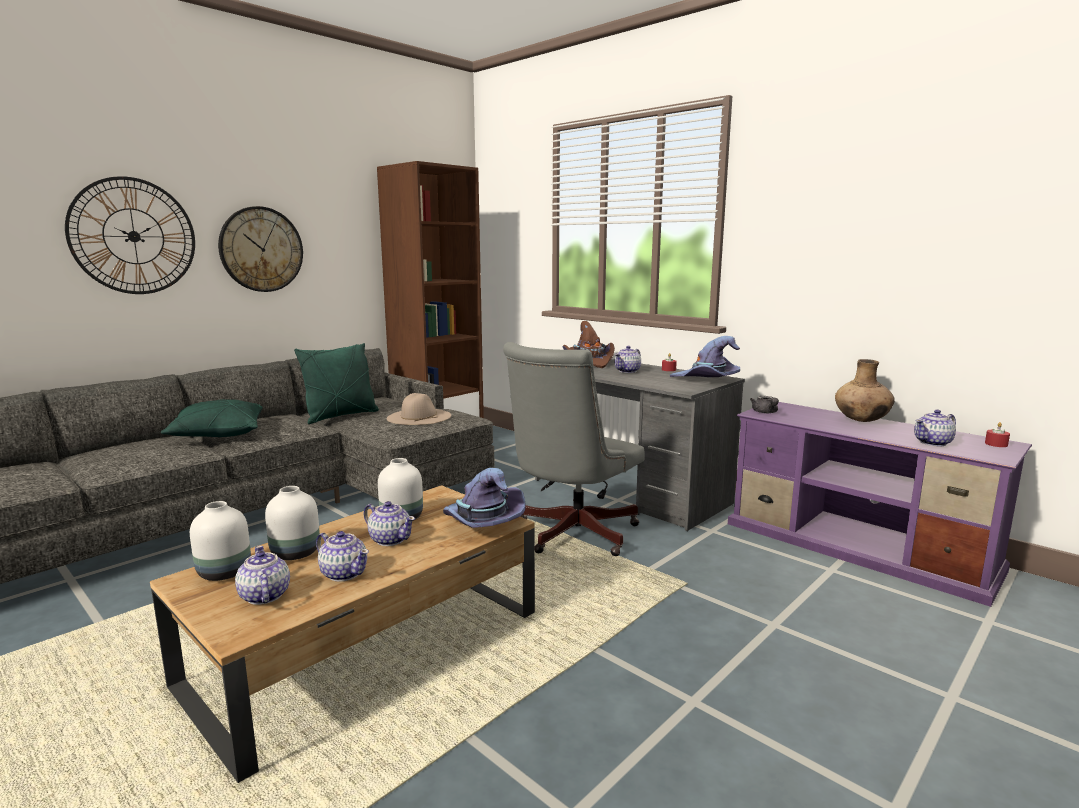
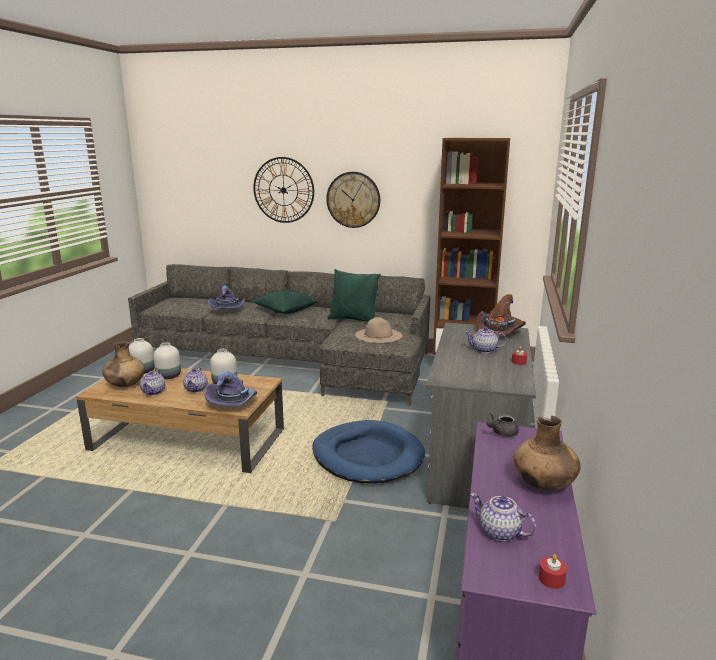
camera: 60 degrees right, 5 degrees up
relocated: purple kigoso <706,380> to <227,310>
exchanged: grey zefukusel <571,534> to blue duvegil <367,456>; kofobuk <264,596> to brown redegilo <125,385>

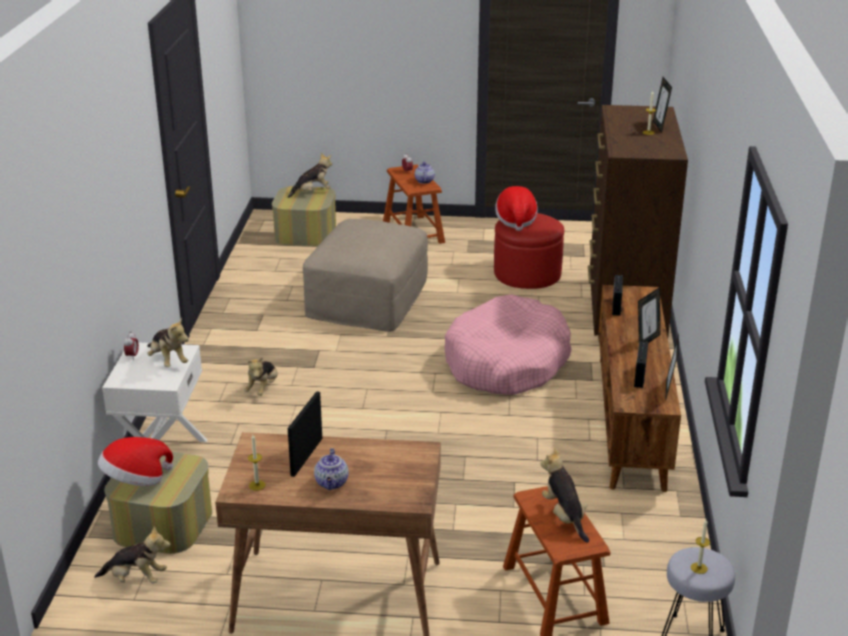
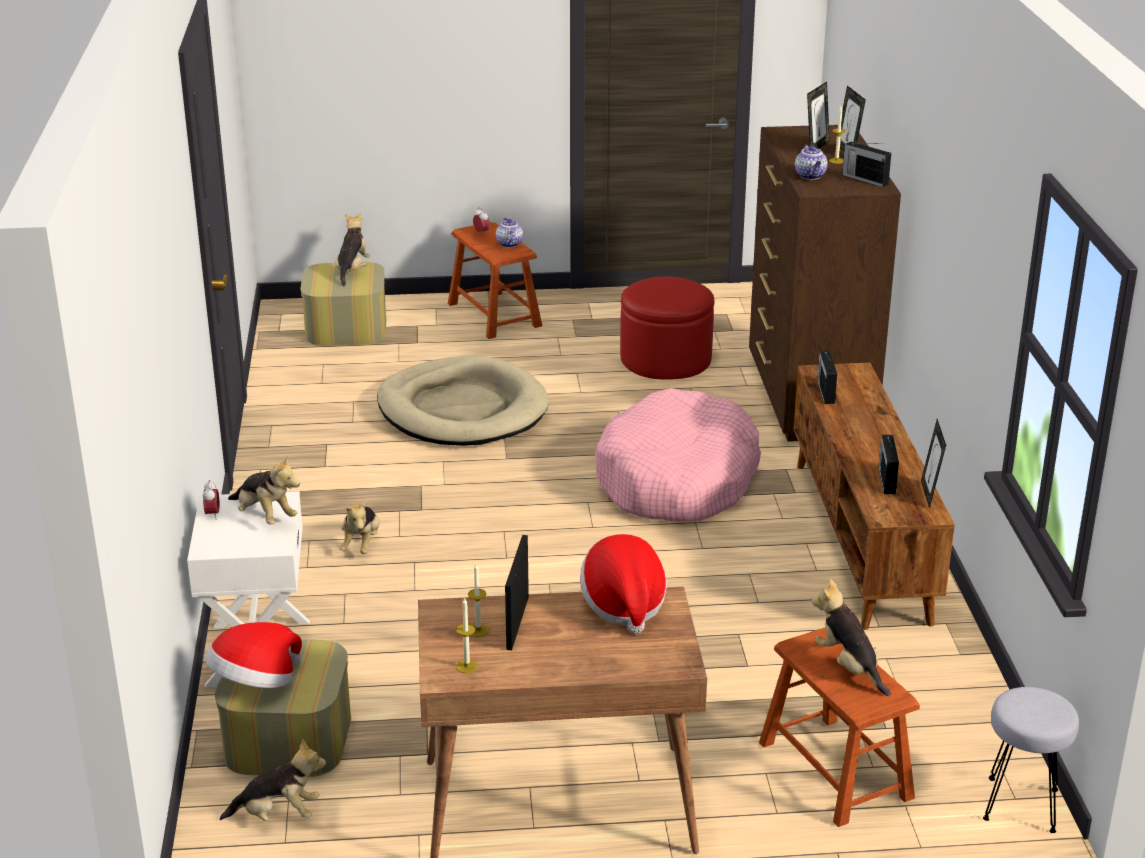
camera: 10 degrees left, 0 degrees up
appeared: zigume <864,179>
relocated: kigoso <516,220> to <623,604>; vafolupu <647,341> to <816,147>; kofobuk <332,483> to <811,176>; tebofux <699,568> to <478,630>
exchanged: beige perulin <367,298> to beige duvegil <462,409>
spun: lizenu <312,193> = <352,271> 45 degrees counterclockwise

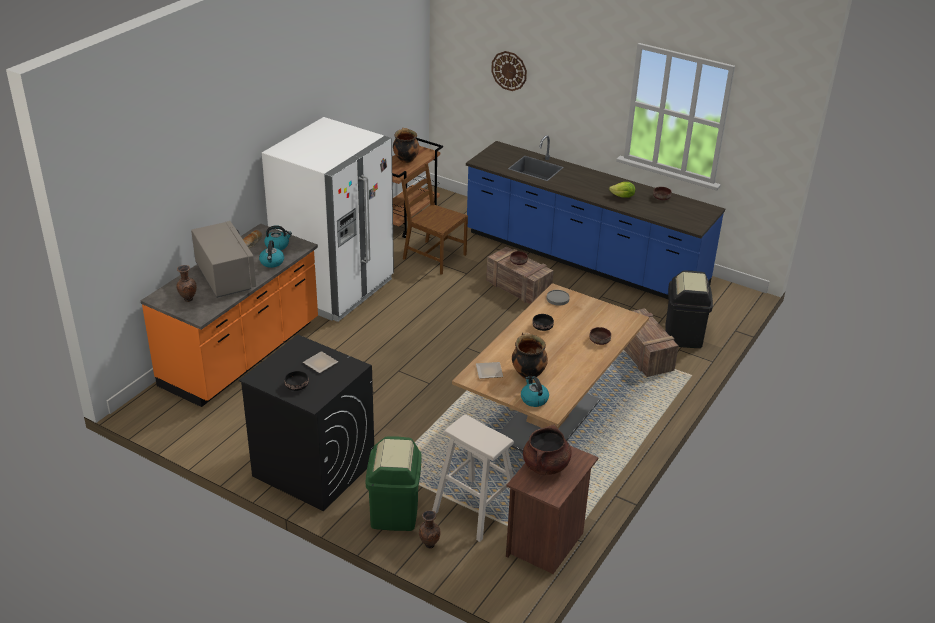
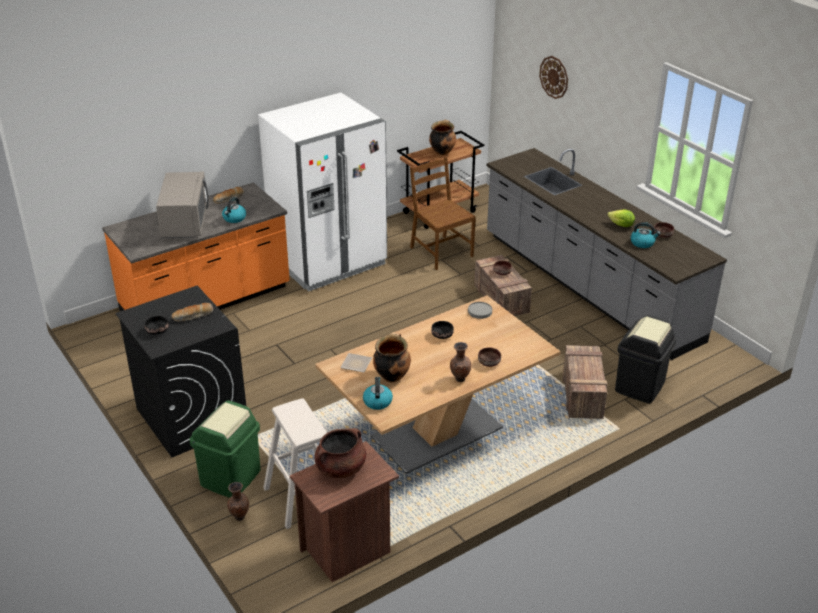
camera: 25 degrees right, 0 degrees up
relocated: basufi <277,245> to <642,243>; brown redegilo <188,299> to <459,378>
exchanged: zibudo <320,364> to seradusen <193,316>
colour: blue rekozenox <584,260> to grey rekozenox <588,287>

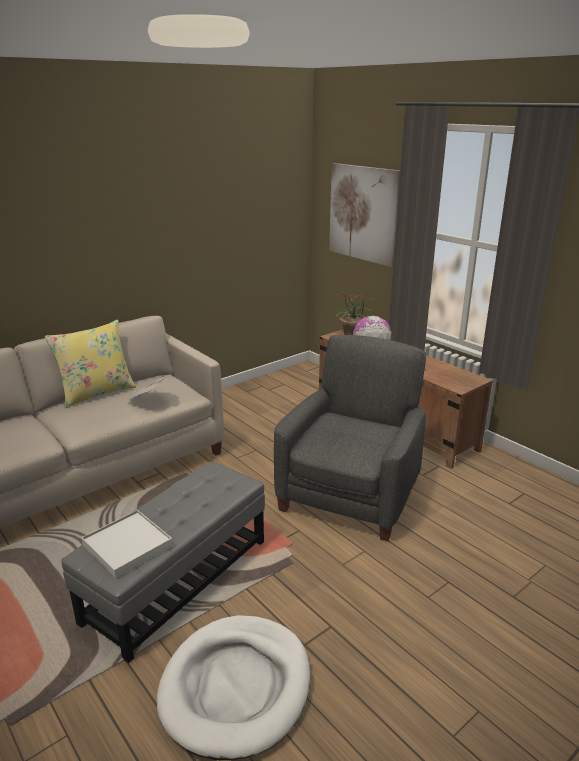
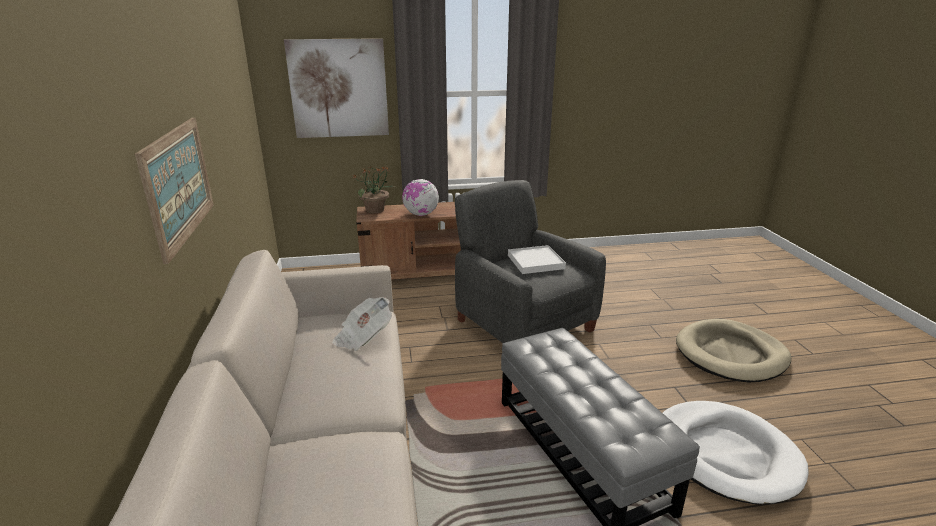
camera: 60 degrees left, 0 degrees up
missing: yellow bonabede <96,393>
appeared: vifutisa <178,184>; beige duvegil <731,354>
relocated: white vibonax <127,545> to <535,262>

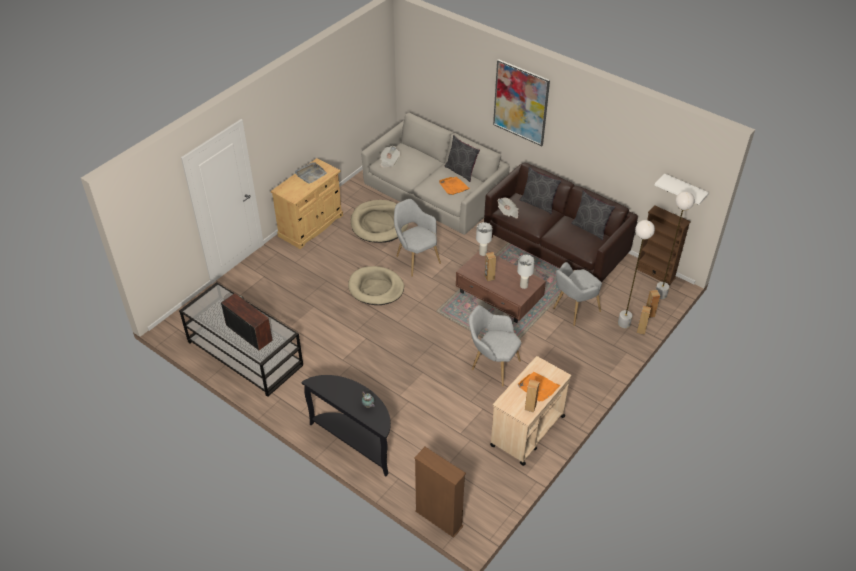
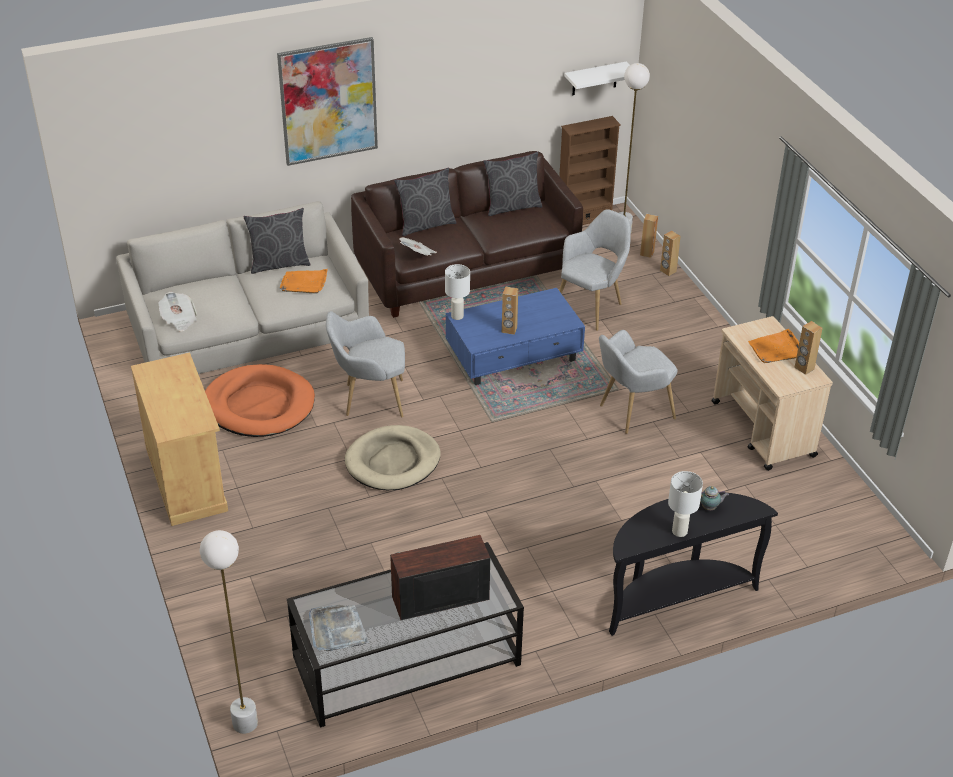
camera: 60 degrees left, 5 degrees down
missing: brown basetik <439,519>
relocated: grey vibonax <310,174> to <337,630>; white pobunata <624,323> to <245,723>; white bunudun <524,285> to <679,531>
colour: beige duvegil <379,224> to orange duvegil <259,405>; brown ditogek <499,297> to blue ditogek <515,354>
spun: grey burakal <573,310> = <592,306> 135 degrees counterclockwise

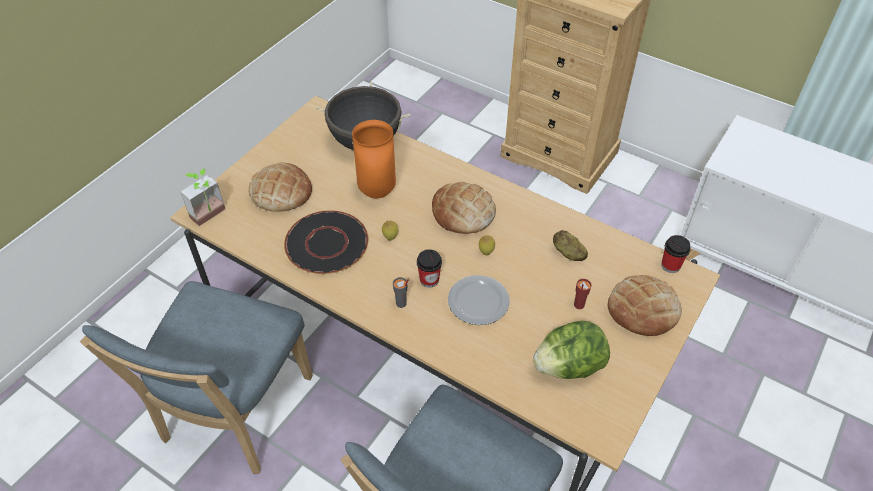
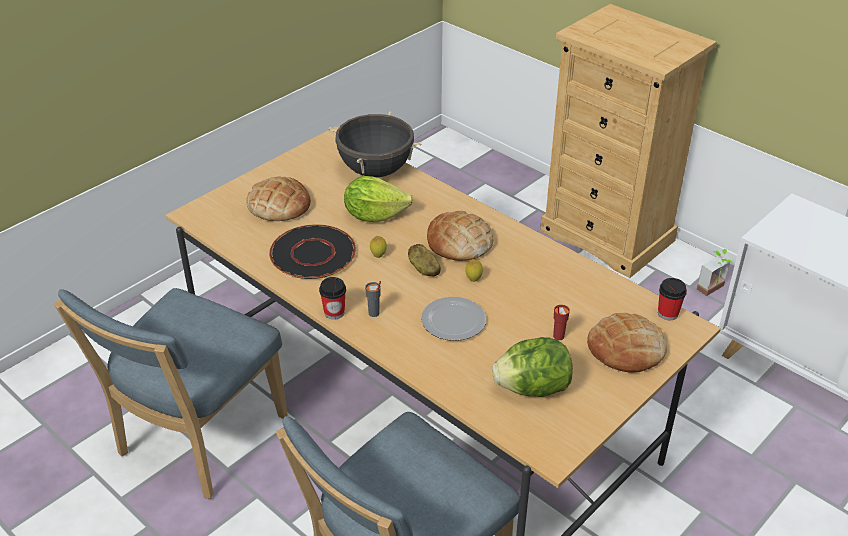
camera: 10 degrees right, 10 degrees down
relocated: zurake <211,217> to <714,290>; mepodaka <568,253> to <423,269>; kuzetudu <429,280> to <334,312>
exchanged: orange redegilo <376,192> to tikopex <374,215>

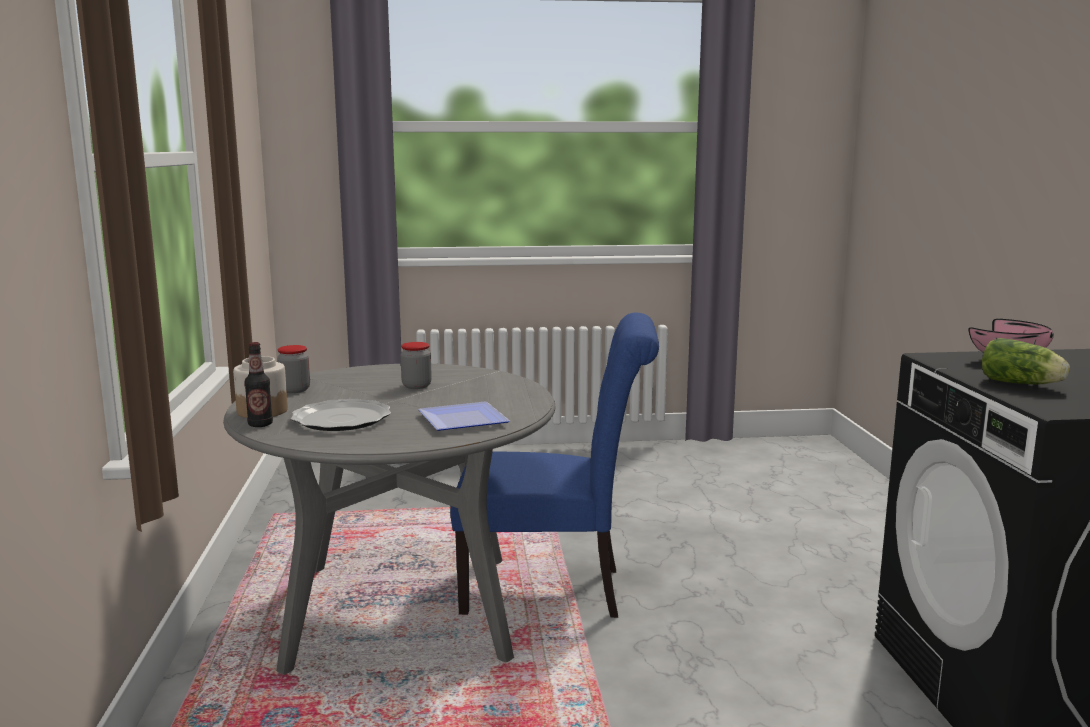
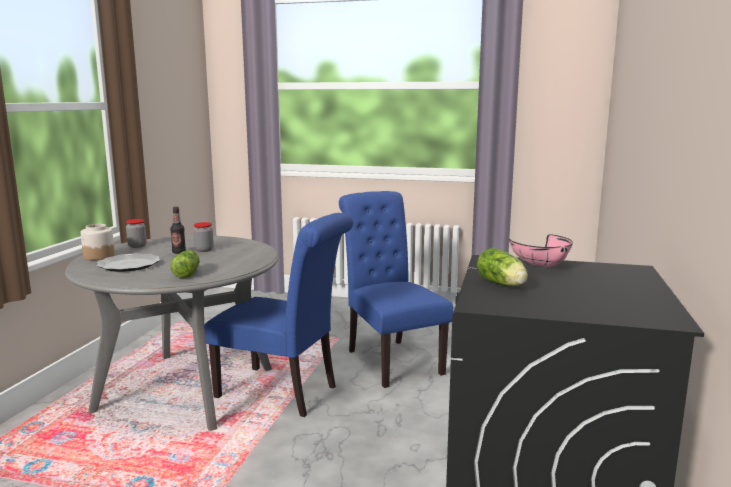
camera: 20 degrees right, 0 degrees up
appeared: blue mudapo <390,359>
relocated: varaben <260,424> to <179,252>
exchanged: zibudo <461,421> to tikopex <187,273>

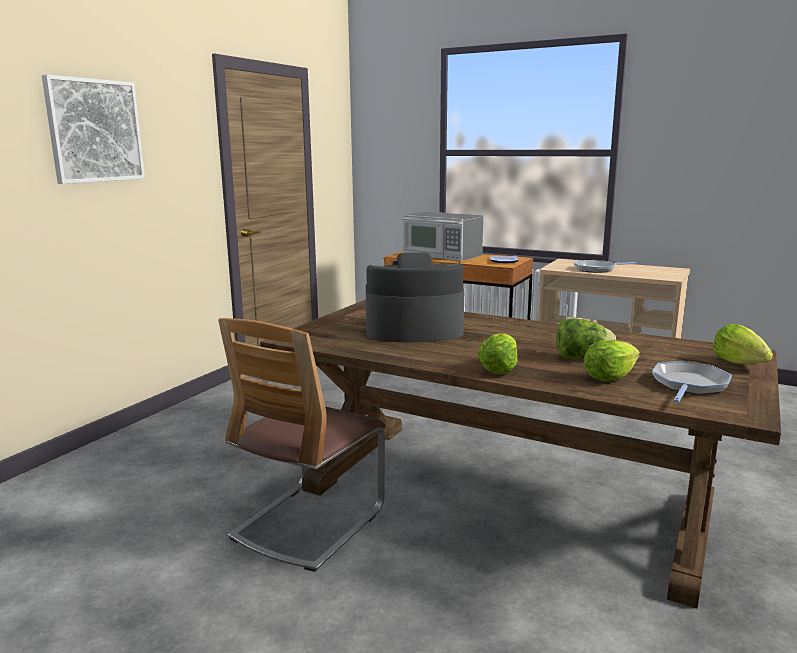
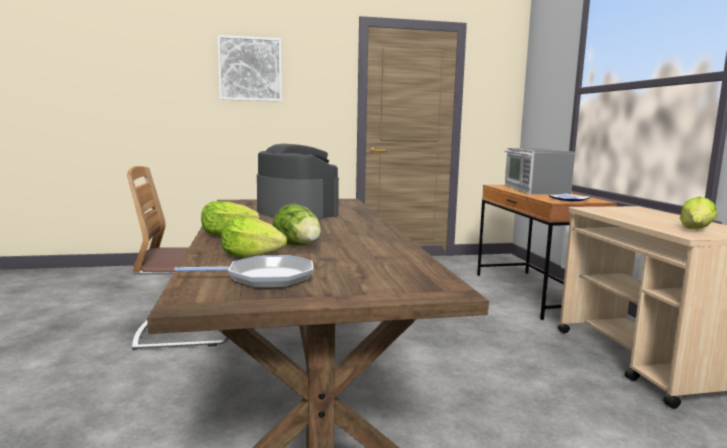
camera: 50 degrees right, 5 degrees down
missing: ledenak <597,269>
relocated: tikopex <739,363> to <696,230>

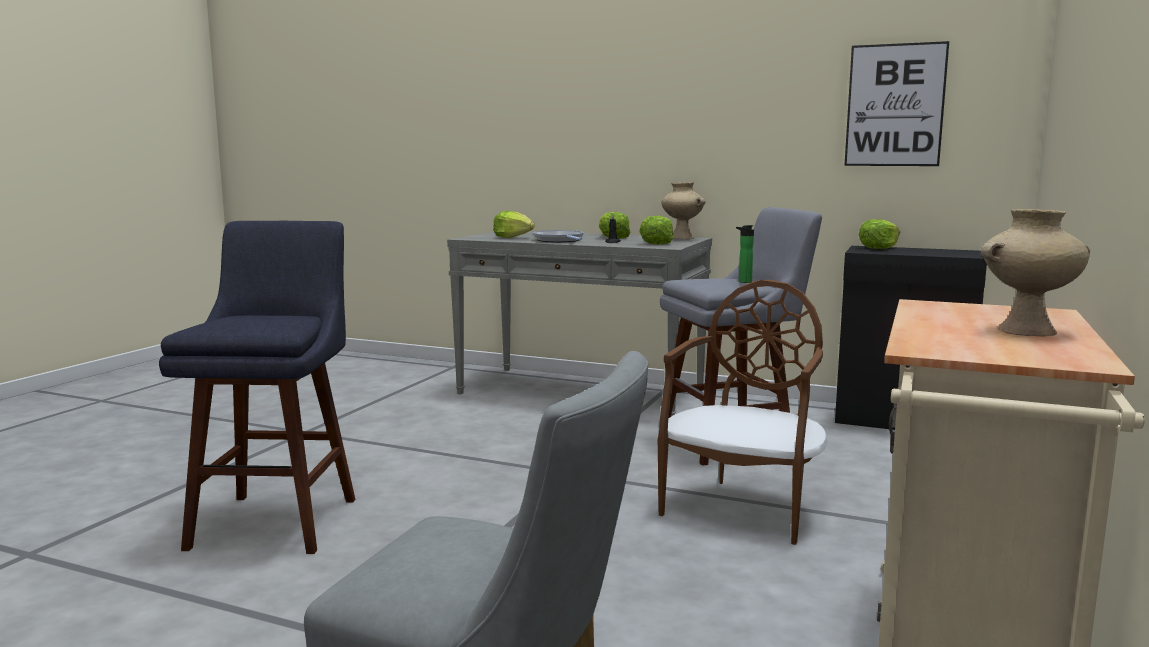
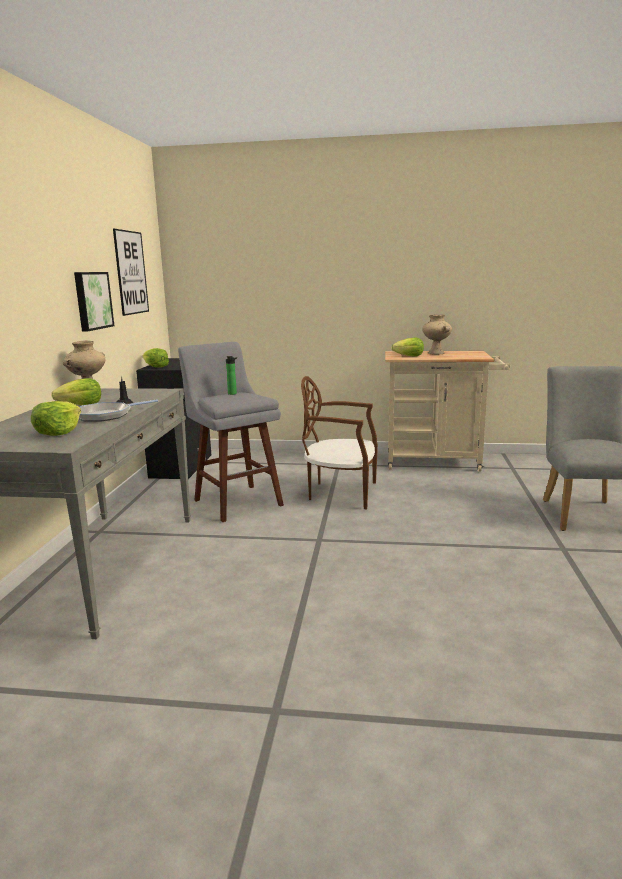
camera: 105 degrees left, 5 degrees up
missing: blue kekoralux <279,518>
appeared: vifutisa <92,300>
relocated: tikopex <656,243> to <409,356>

